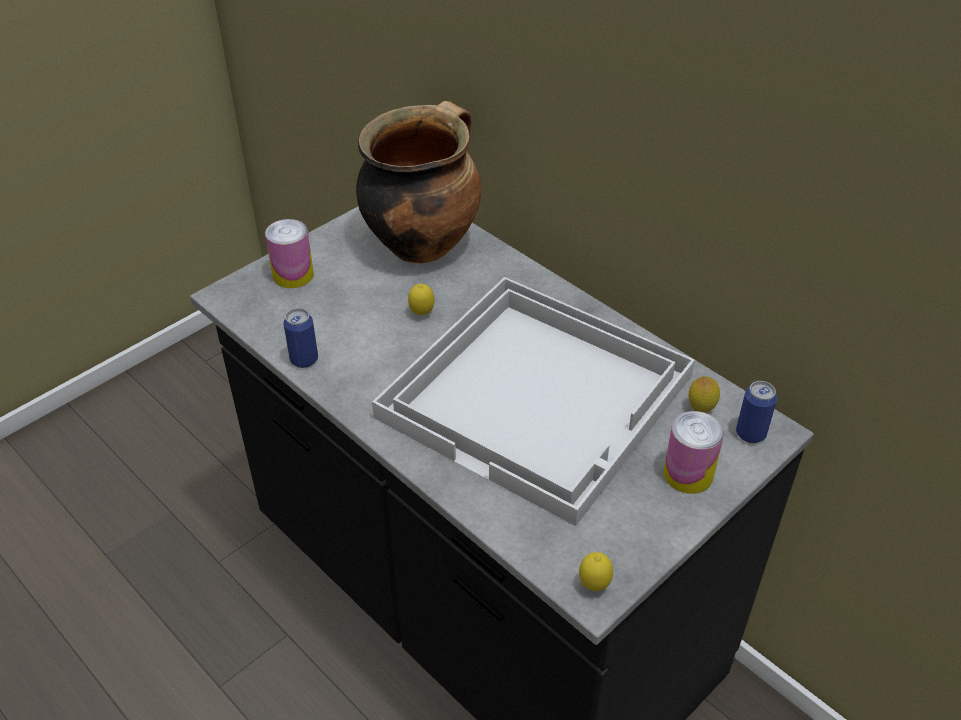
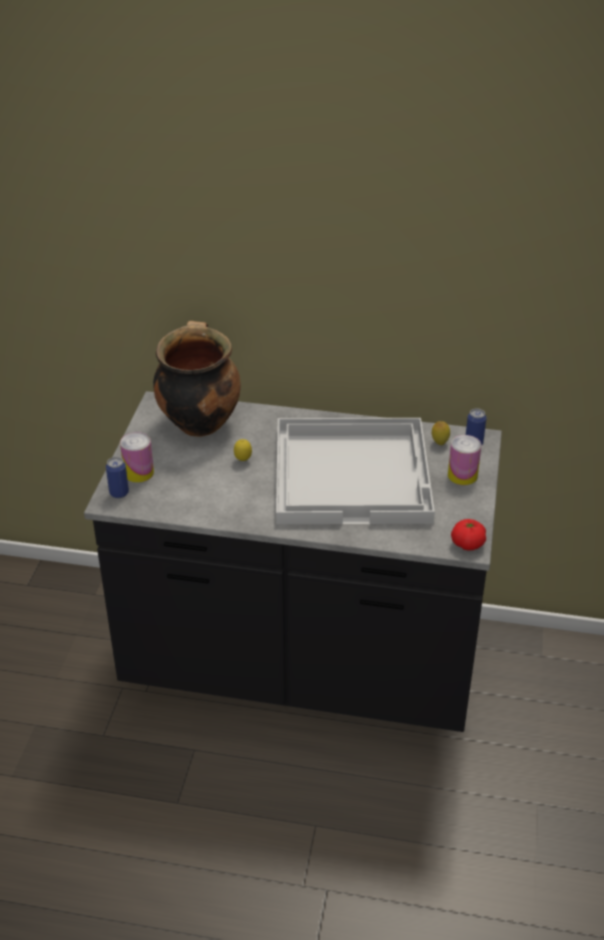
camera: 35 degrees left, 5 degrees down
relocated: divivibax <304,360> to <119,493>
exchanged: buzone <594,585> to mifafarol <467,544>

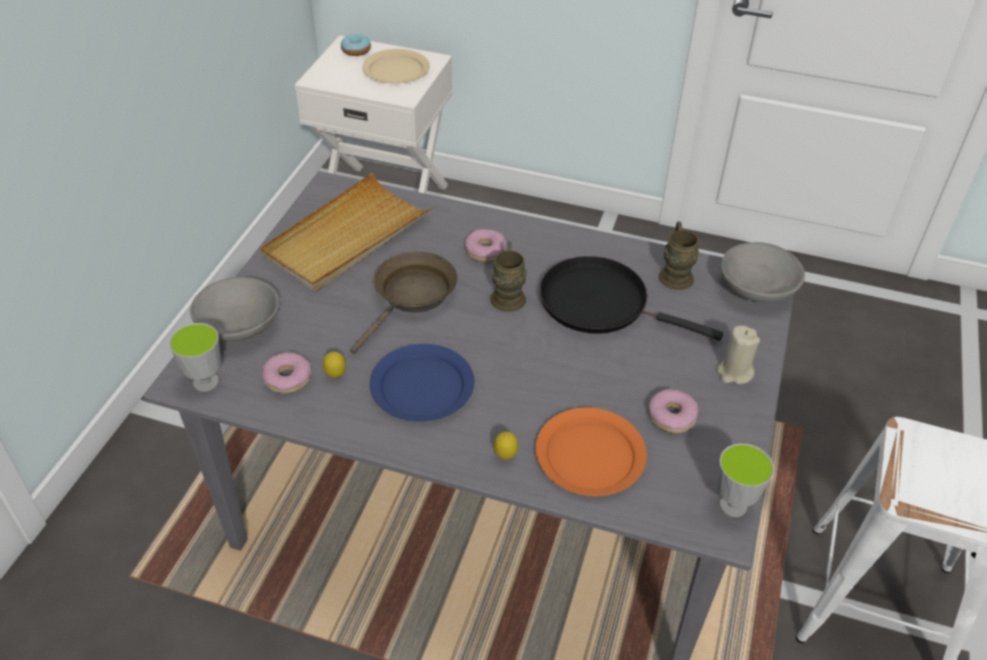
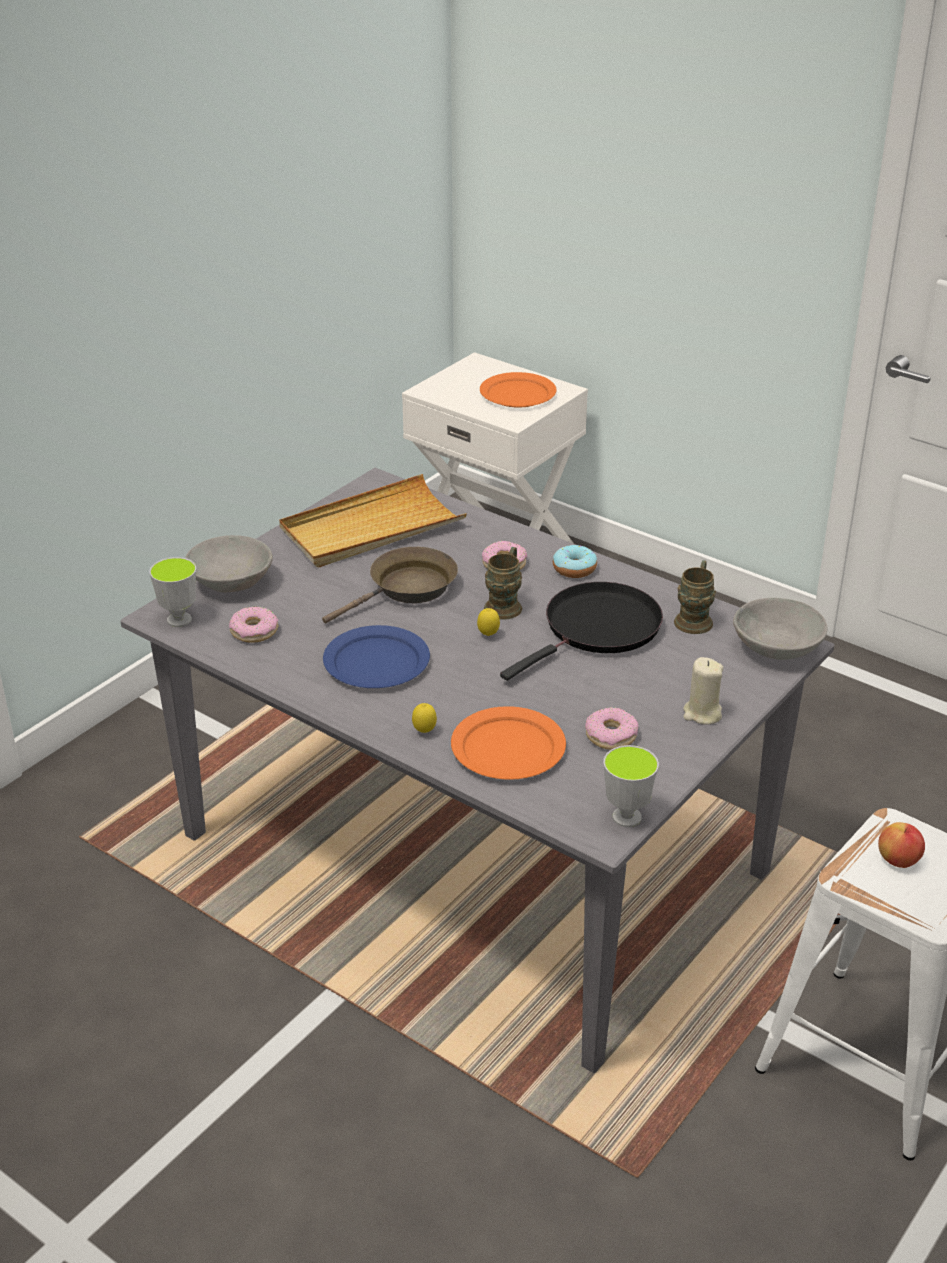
camera: 20 degrees right, 10 degrees down
appeared: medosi <898,860>
relocated: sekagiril <356,50> to <574,569>; buzone <336,375> to <488,635>
colour: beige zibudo <395,70> to orange zibudo <517,394>
spun: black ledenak <601,303> = <597,629> 90 degrees clockwise

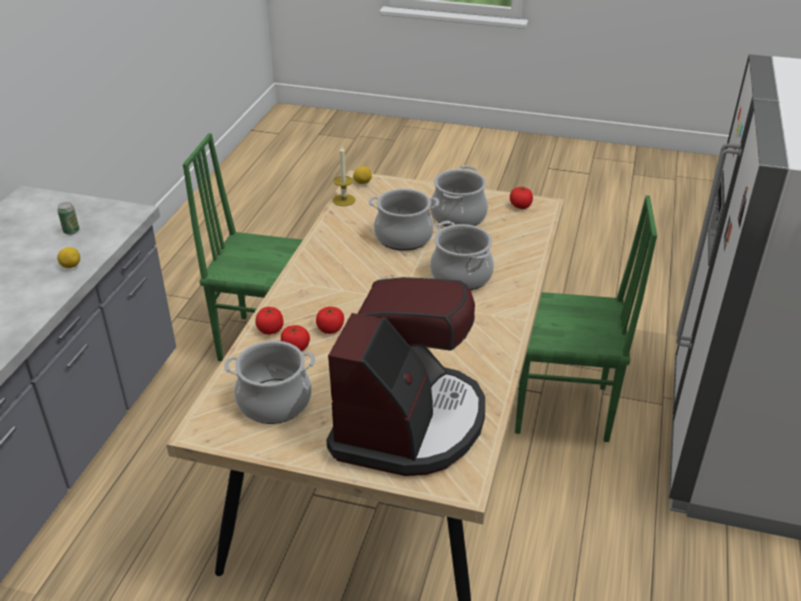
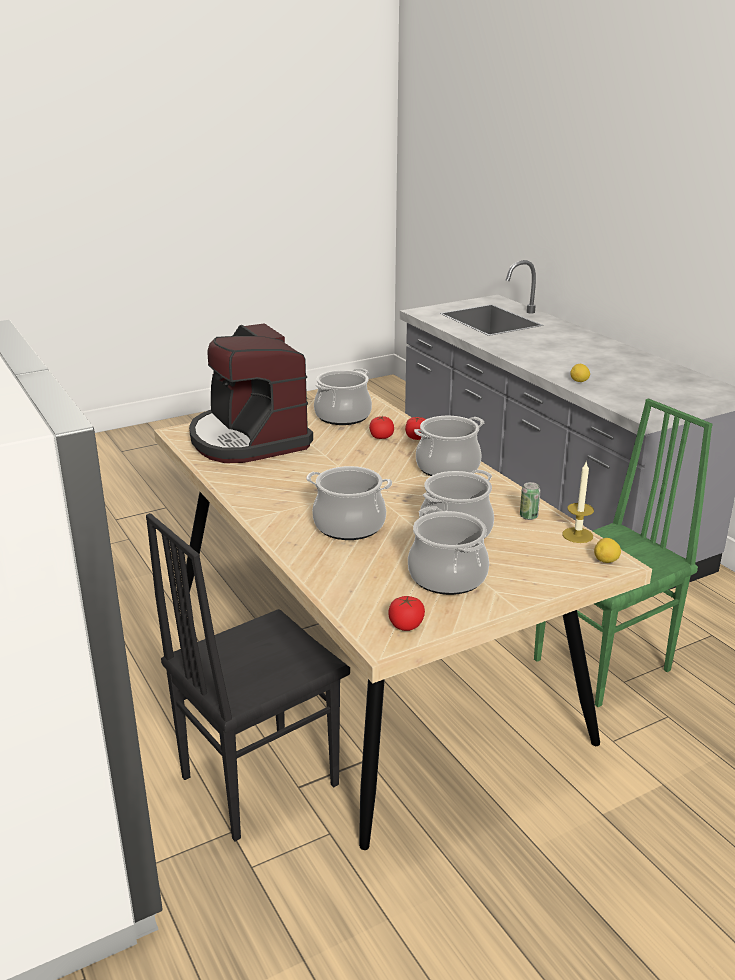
camera: 135 degrees right, 10 degrees down
missing: mifafarol <330,329>
appeared: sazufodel <447,468>
relocated: divivibax <71,231> to <528,516>
colour: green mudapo <562,411> to black mudapo <257,780>

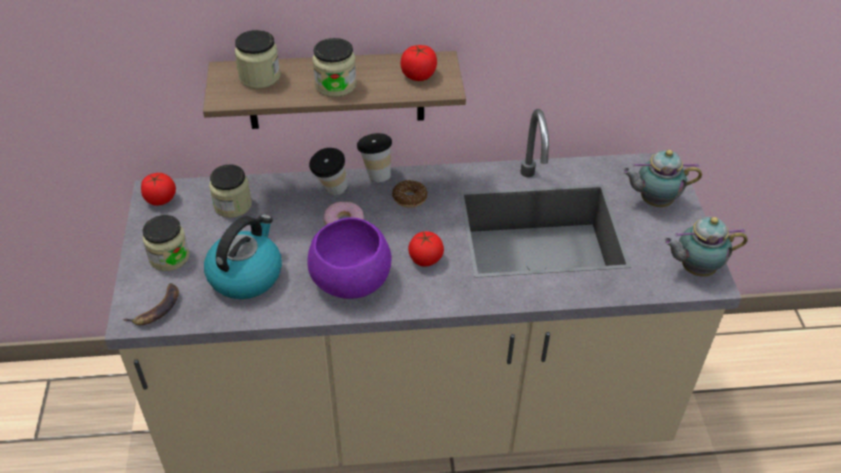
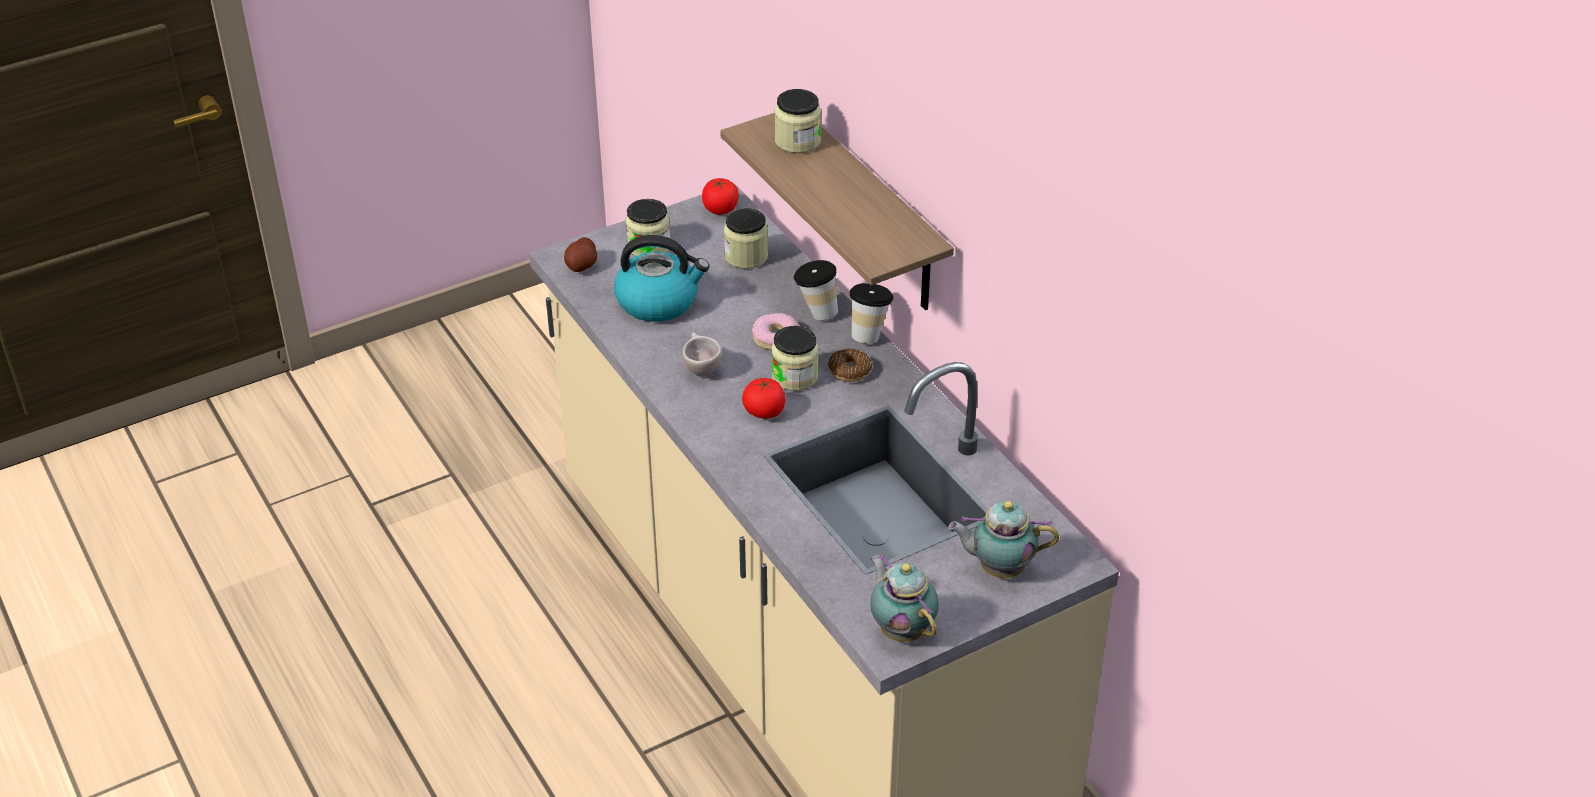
camera: 65 degrees right, 5 degrees down
missing: mifafarol <418,75>
relocated: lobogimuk <335,85> to <795,376>
exchanged: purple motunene <349,278> to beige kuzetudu <700,369>; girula <157,308> to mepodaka <582,266>
spun: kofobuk <653,201> = <998,568> 60 degrees counterclockwise

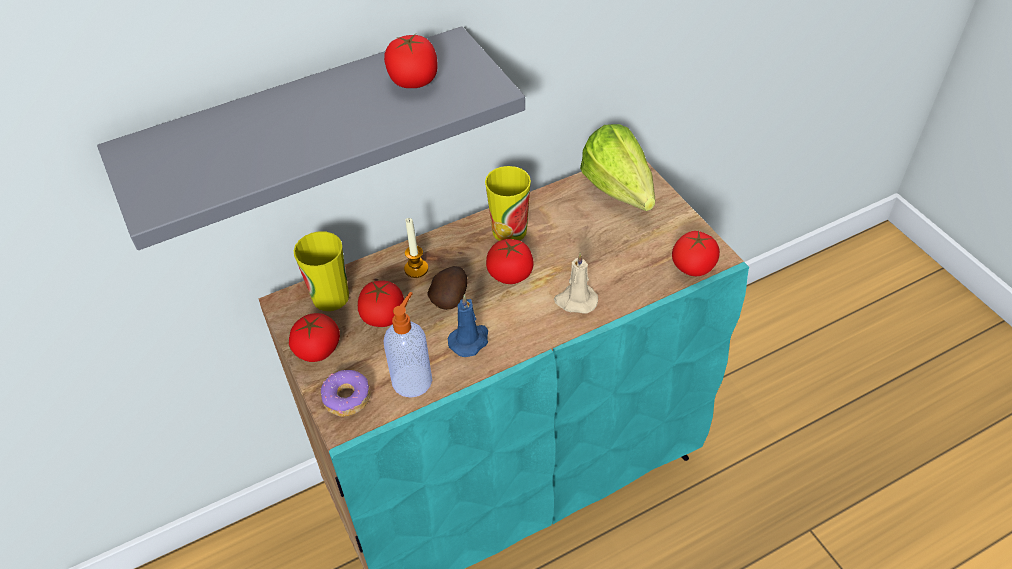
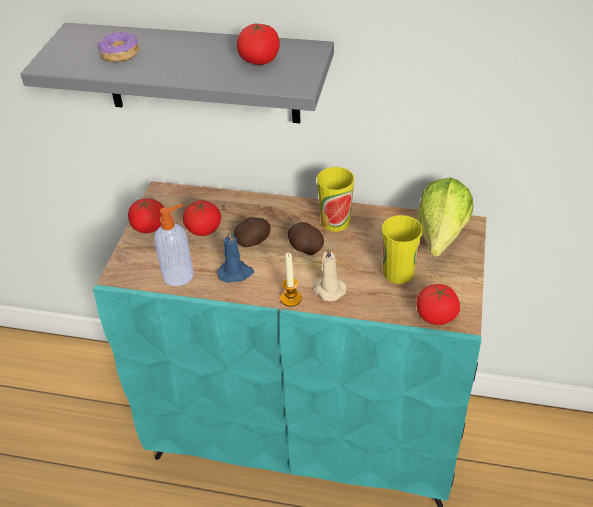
camera: 40 degrees right, 5 degrees down
relocated: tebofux <416,269> to <291,298>; kuzetudu <330,297> to <398,272>; sekagiril <347,398> to <119,54>
exchanged: mifafarol <510,274> to mepodaka <305,248>

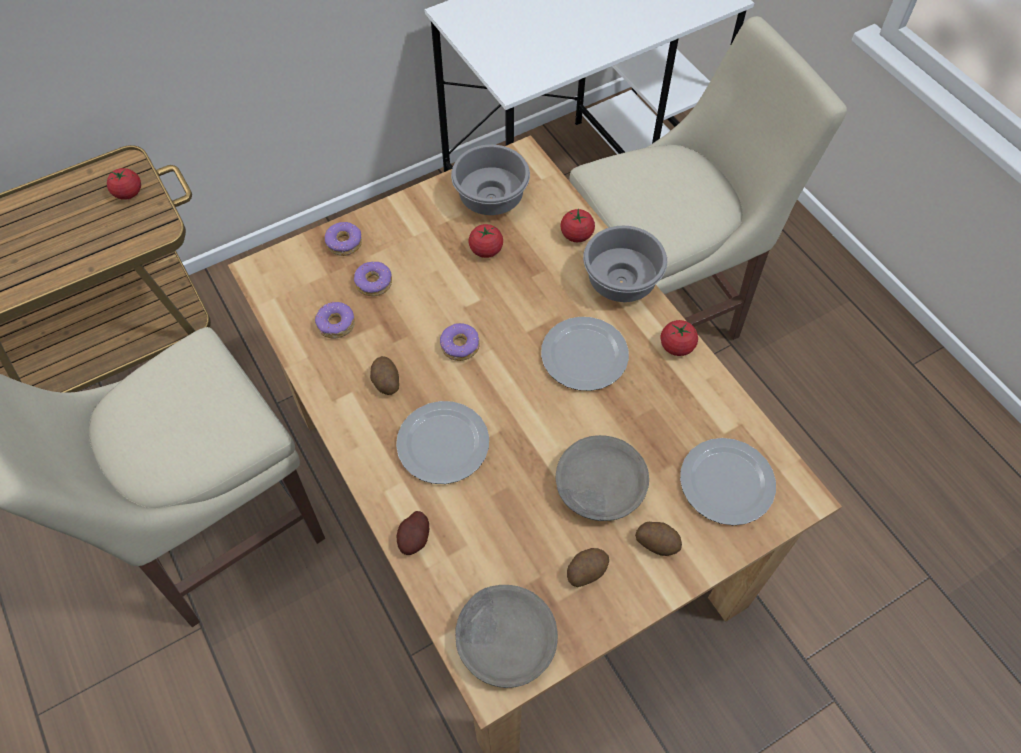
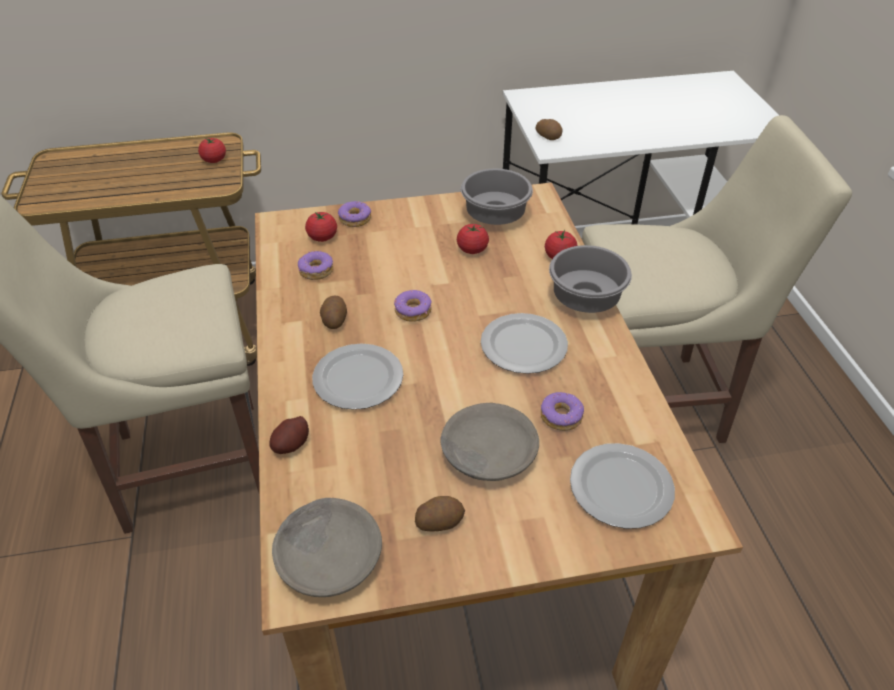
camera: 20 degrees right, 15 degrees down
relocated: sekagiril <374,283> to <561,416>; mifafarol <676,346> to <322,237>; mepodaka <657,542> to <548,137>

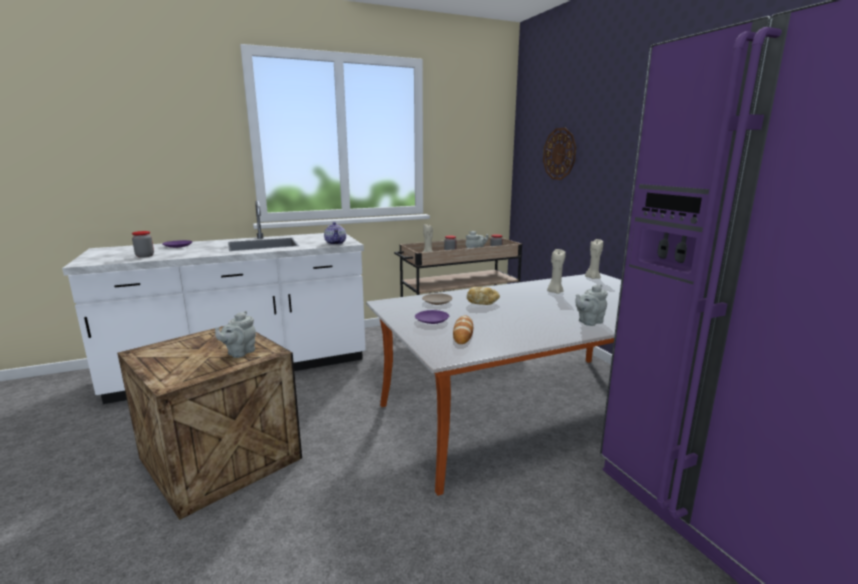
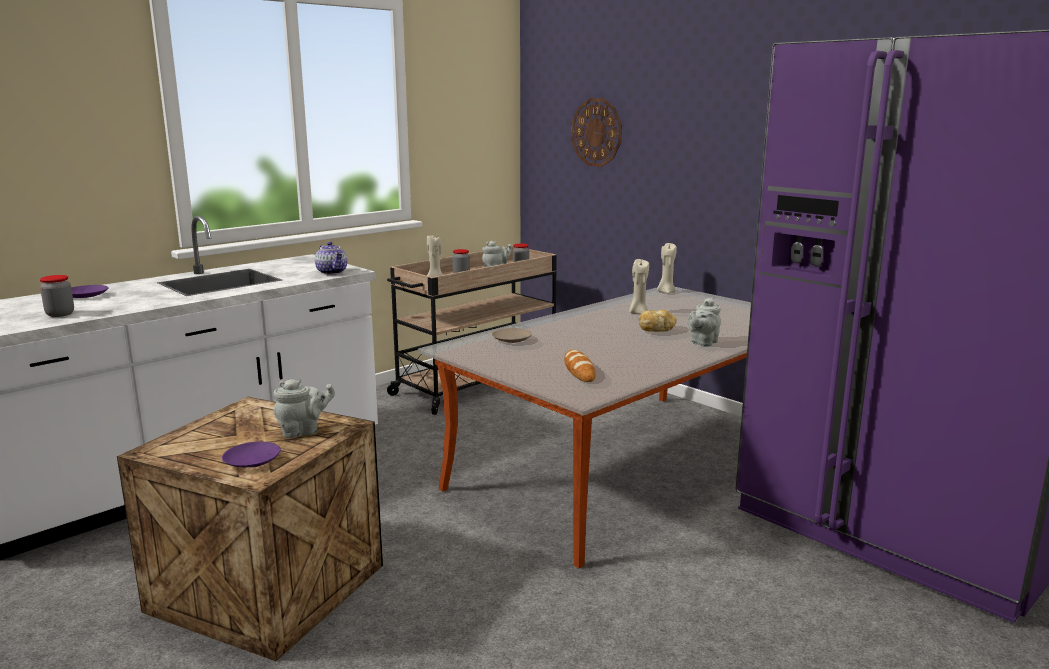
camera: 20 degrees left, 0 degrees up
relocated: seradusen <482,303> to <656,330>; purple zibudo <432,321> to <253,461>
spun: grey kofobuk <239,353> = <303,431> 120 degrees counterclockwise

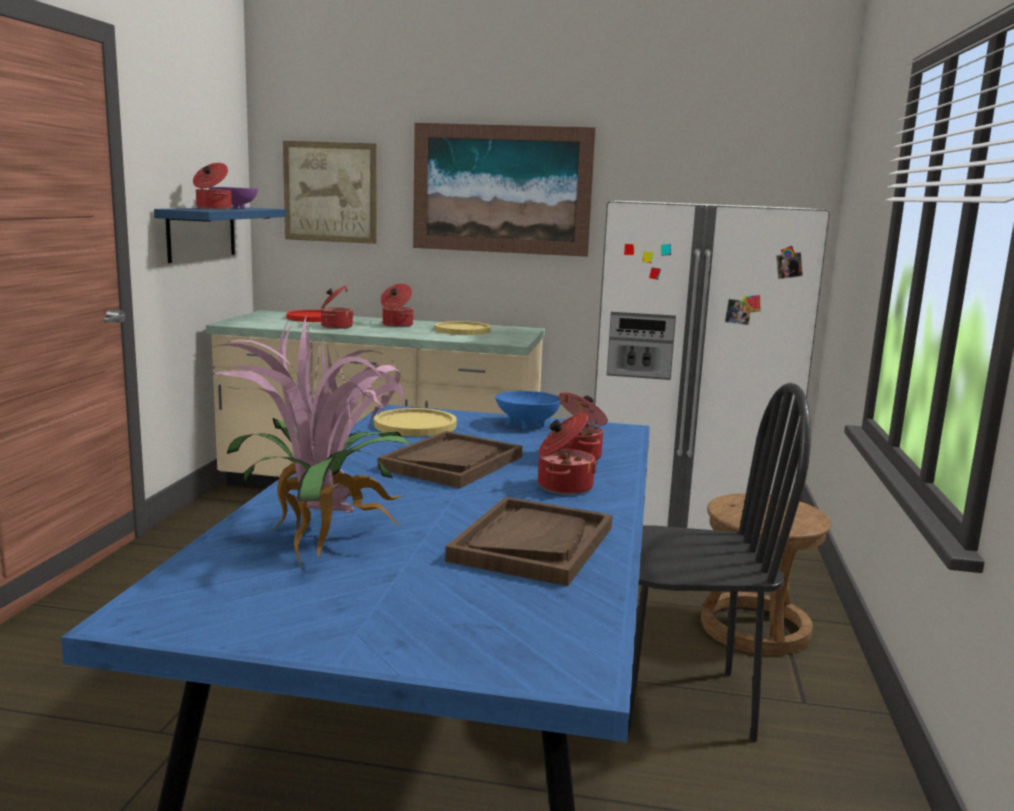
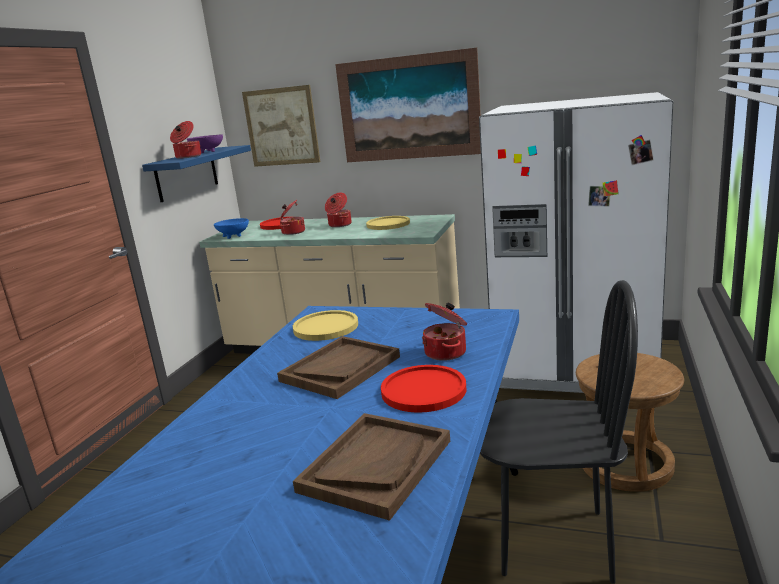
camera: 10 degrees right, 5 degrees up
missing: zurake <327,537>
relocated: blue motunene <528,424> to <234,236>
exchanged: sazufodel <563,486> to red zibudo <423,390>

